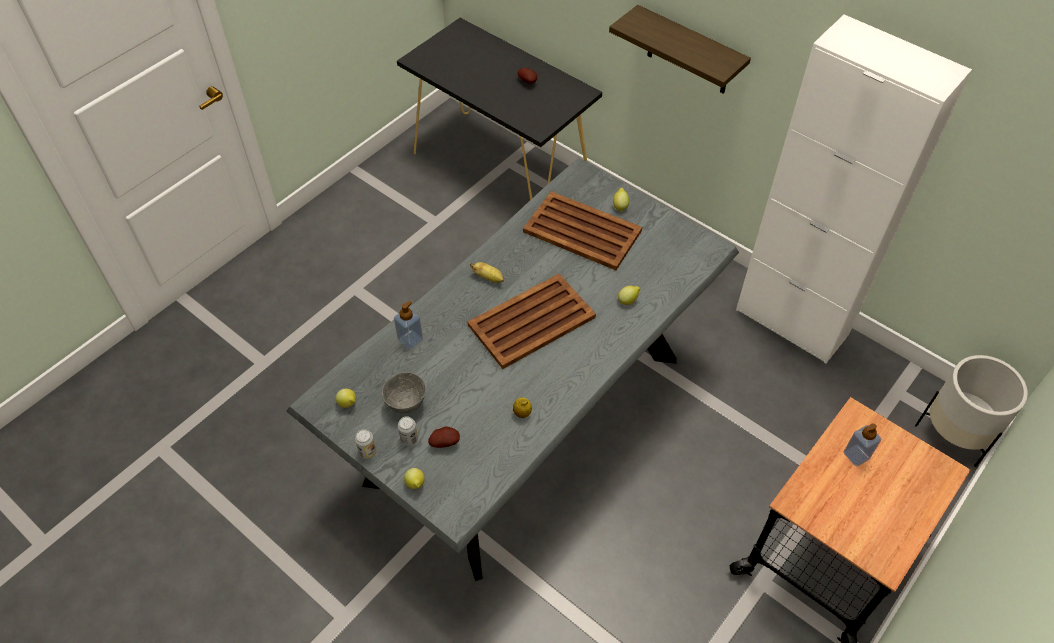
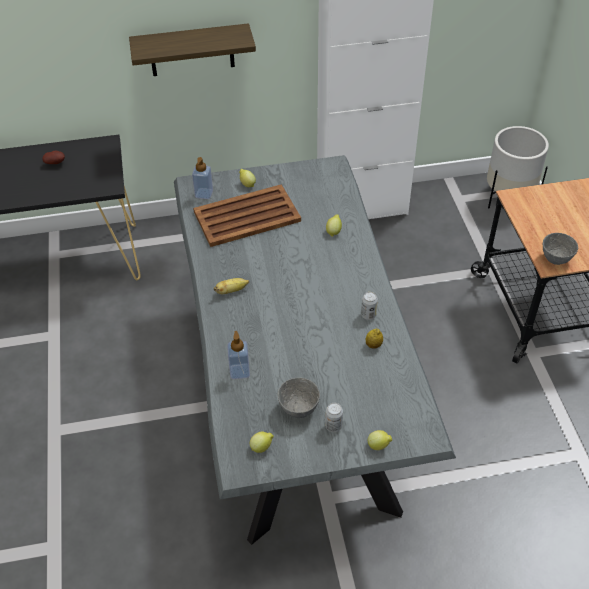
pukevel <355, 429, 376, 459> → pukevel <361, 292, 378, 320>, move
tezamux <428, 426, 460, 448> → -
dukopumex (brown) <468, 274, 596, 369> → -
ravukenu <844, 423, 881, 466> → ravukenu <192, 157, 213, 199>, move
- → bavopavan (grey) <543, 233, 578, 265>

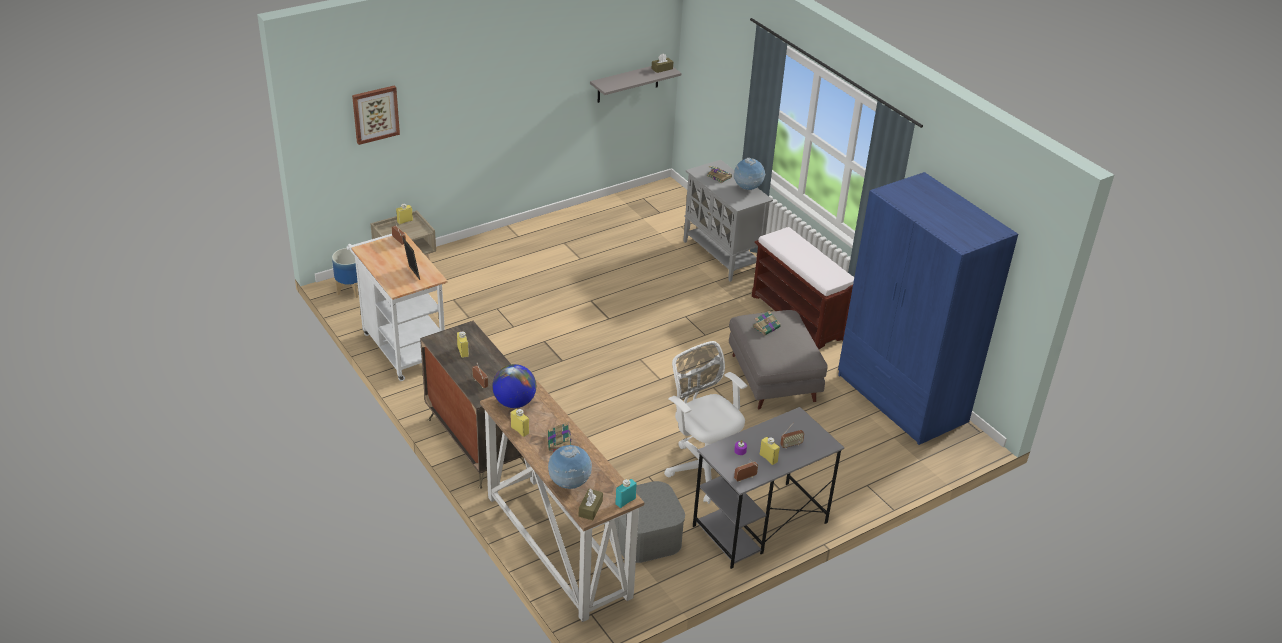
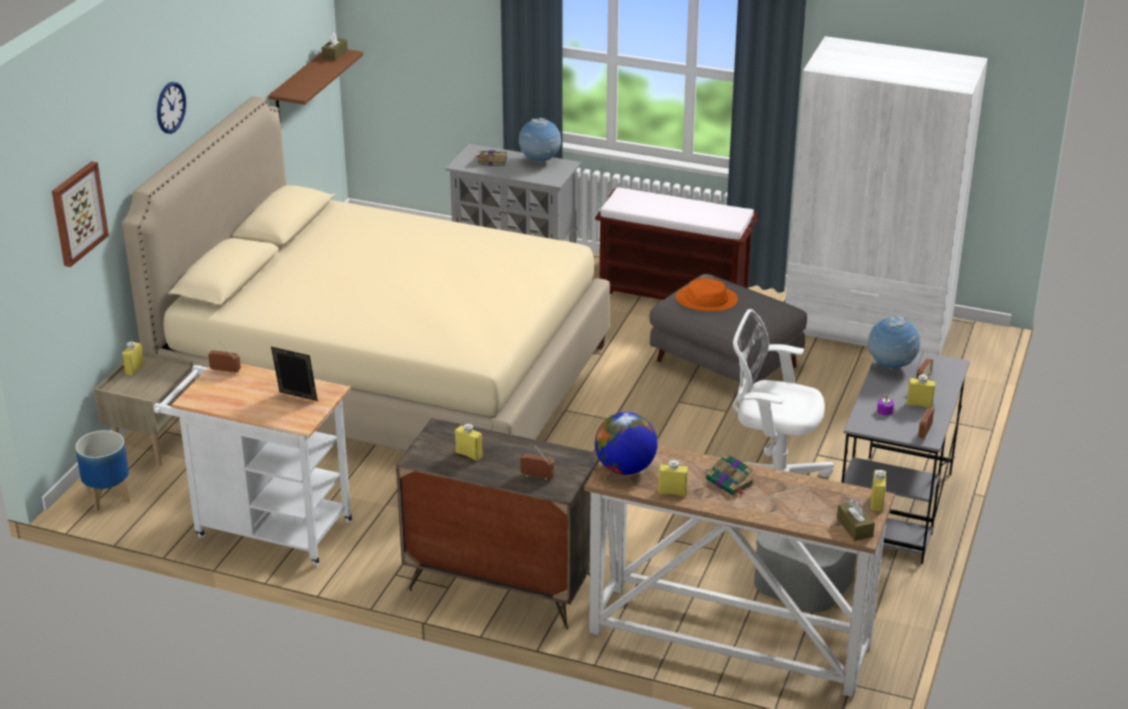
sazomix <548, 445, 592, 489> → sazomix <867, 315, 920, 369>, move
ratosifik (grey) <590, 66, 682, 103> → ratosifik (brown) <268, 49, 363, 123>
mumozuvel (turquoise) <615, 479, 637, 508> → mumozuvel (yellow) <871, 470, 886, 511>
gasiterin <752, 310, 781, 336> → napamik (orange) <676, 278, 738, 311>
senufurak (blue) <838, 172, 1018, 445> → senufurak (white) <785, 36, 988, 355>
- → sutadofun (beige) <122, 96, 610, 451>
- → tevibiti <157, 82, 186, 134>

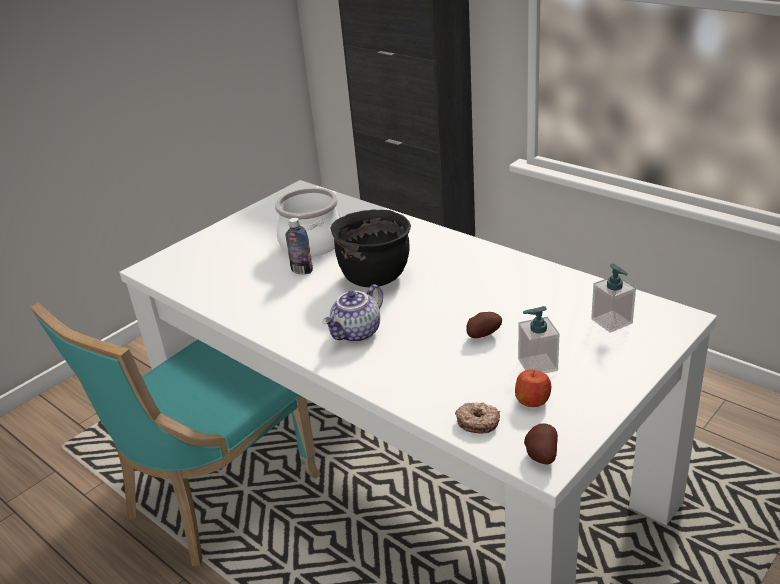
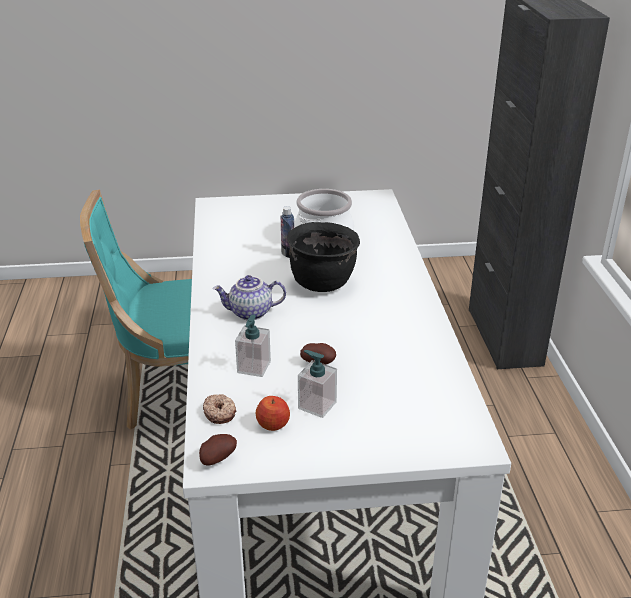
ravukenu <591, 264, 636, 333> → ravukenu <235, 314, 271, 377>, move

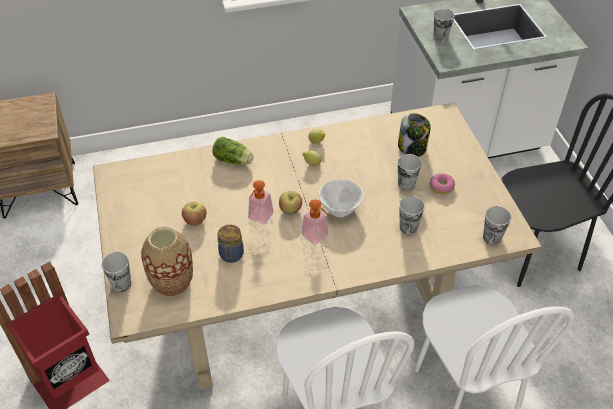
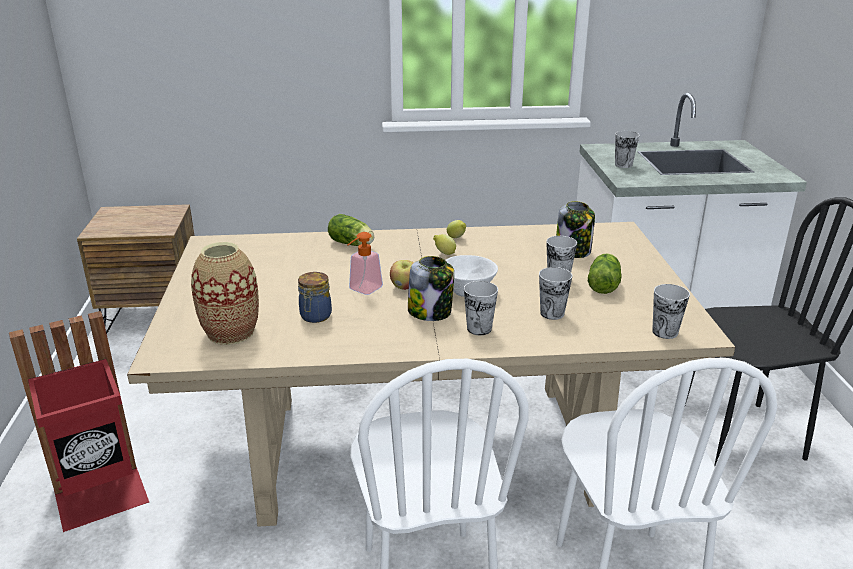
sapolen <101, 252, 131, 292> → sapolen <464, 281, 498, 335>, move
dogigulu <182, 202, 207, 226> → -
ravukenu <301, 199, 330, 245> → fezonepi <408, 256, 454, 321>
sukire <430, 173, 455, 194> → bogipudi <588, 253, 622, 294>

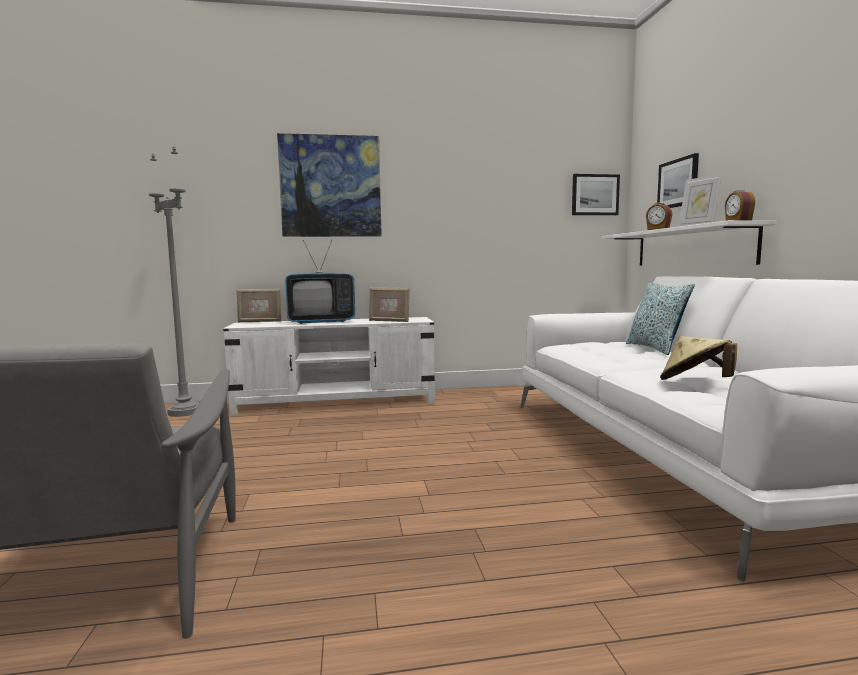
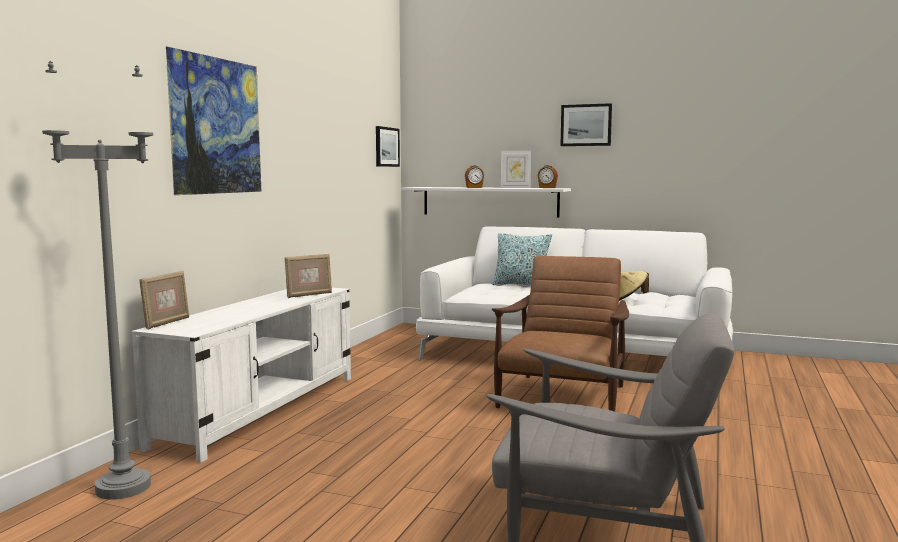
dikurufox <285, 240, 355, 324> → -
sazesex <657, 153, 699, 208> → sazesex <560, 103, 612, 146>, move
- → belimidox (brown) <492, 256, 629, 412>

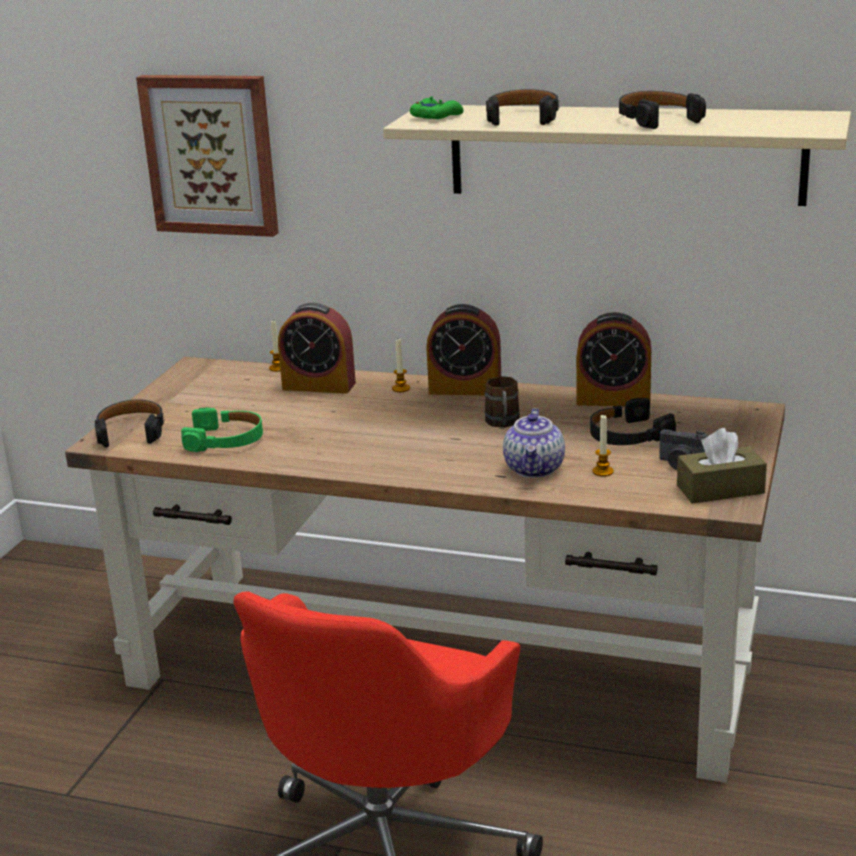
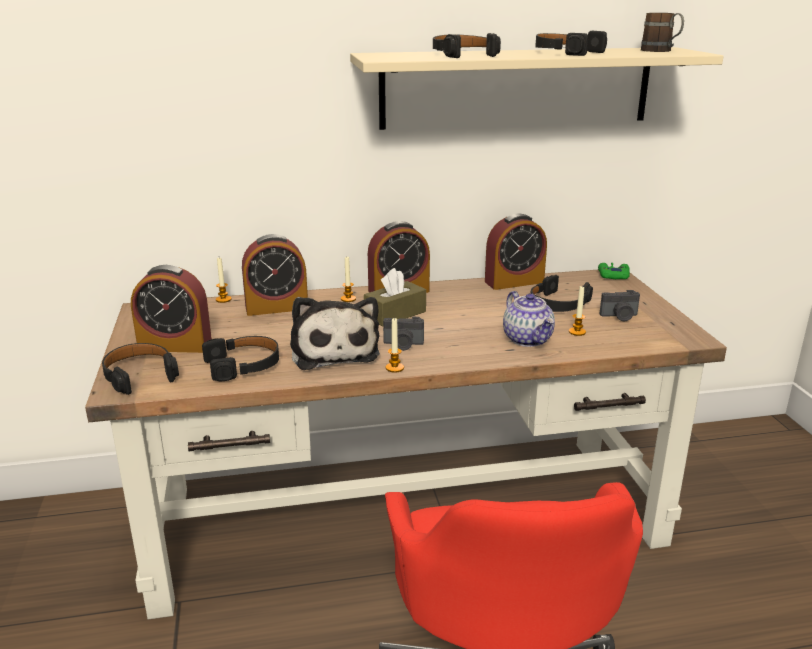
sazesex <136, 75, 279, 237> → -
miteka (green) <181, 407, 263, 452> → miteka (black) <202, 336, 279, 381>
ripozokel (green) <410, 97, 463, 119> → ripozokel (green) <598, 263, 630, 279>, move
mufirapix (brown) <485, 376, 520, 428> → mufirapix (brown) <641, 13, 684, 52>, move
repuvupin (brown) <677, 428, 767, 504> → repuvupin (brown) <364, 268, 426, 326>, move
- → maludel <131, 265, 212, 353>
- → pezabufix <290, 297, 380, 370>
- → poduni <383, 316, 424, 351>
- → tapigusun <386, 317, 404, 373>

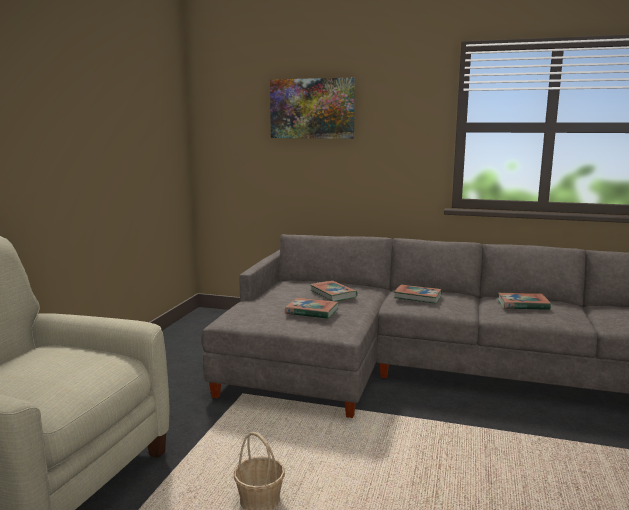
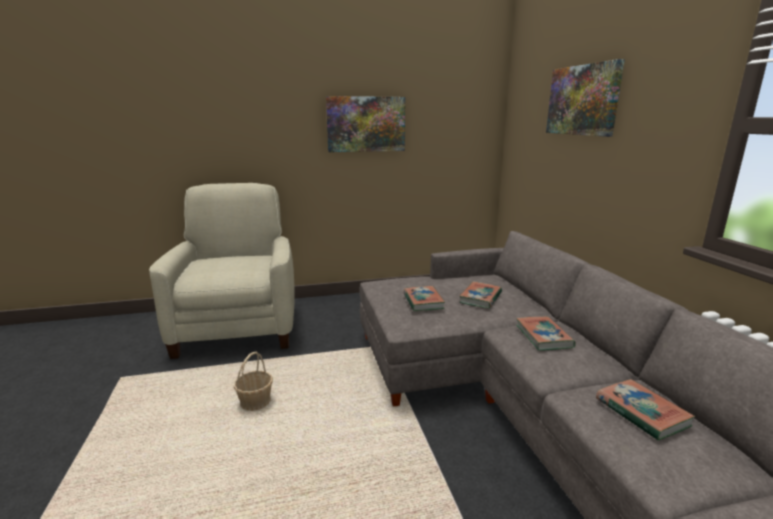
- → sazesex <326, 96, 405, 152>

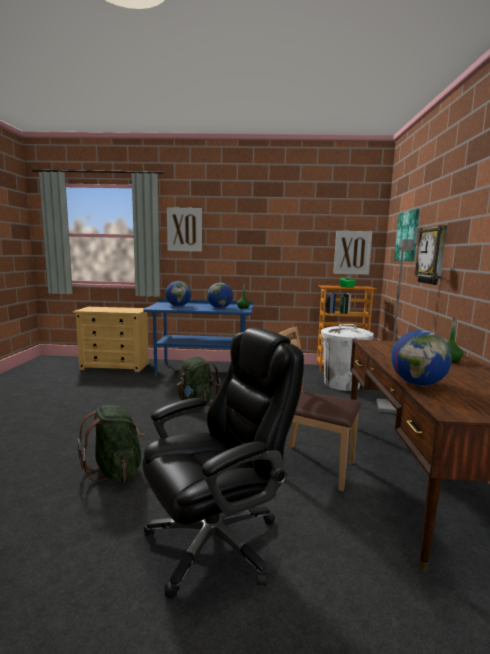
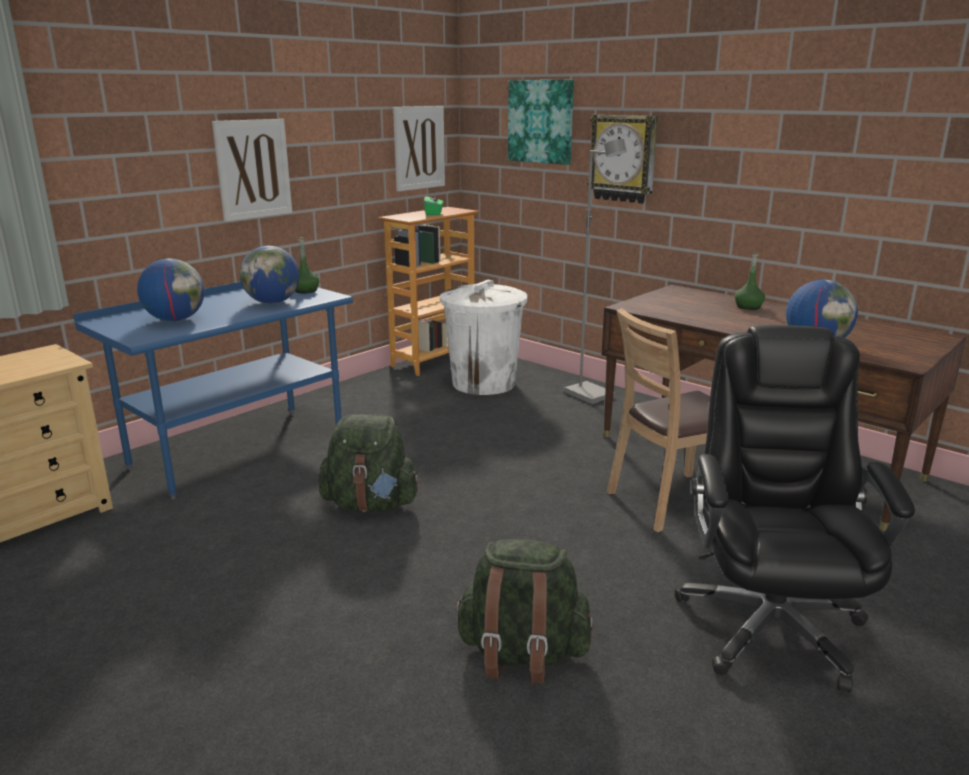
sazesex <167, 207, 202, 252> → sazesex <212, 119, 292, 222>, move

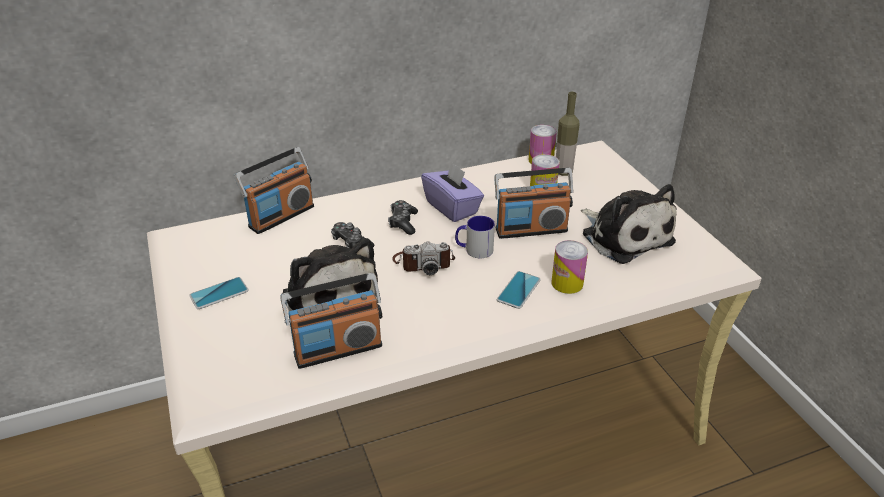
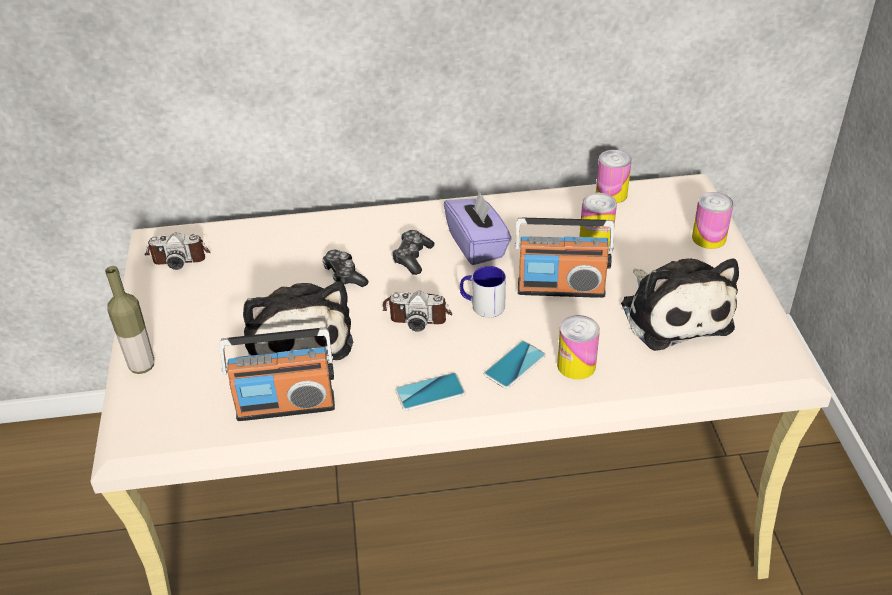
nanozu <189, 277, 249, 309> → nanozu <395, 373, 466, 411>, move
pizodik <234, 147, 314, 234> → -
mumozuvel <556, 92, 580, 176> → mumozuvel <105, 266, 154, 374>, move
- → poduni <144, 232, 211, 270>
- → pukevel <692, 192, 733, 249>

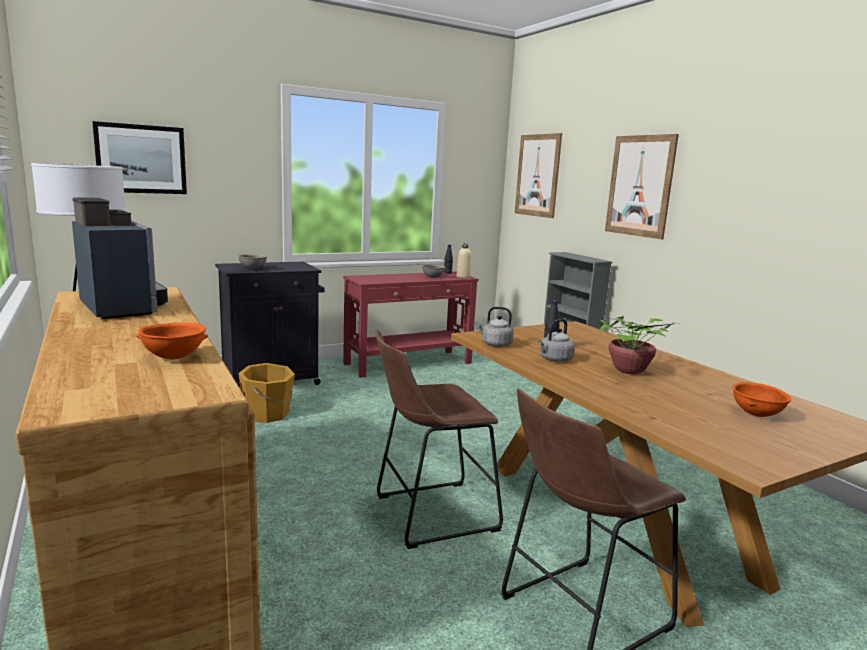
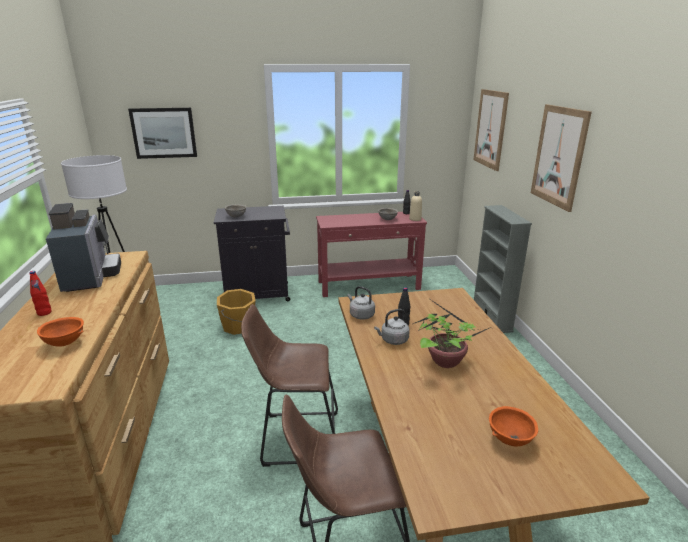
- → mumozuvel (red) <29, 271, 51, 316>

